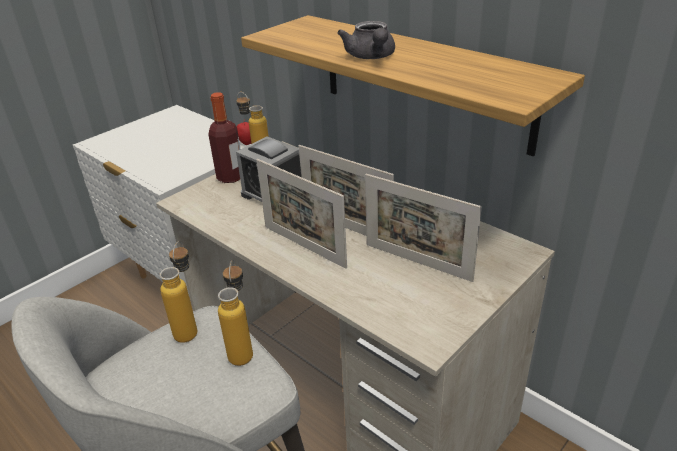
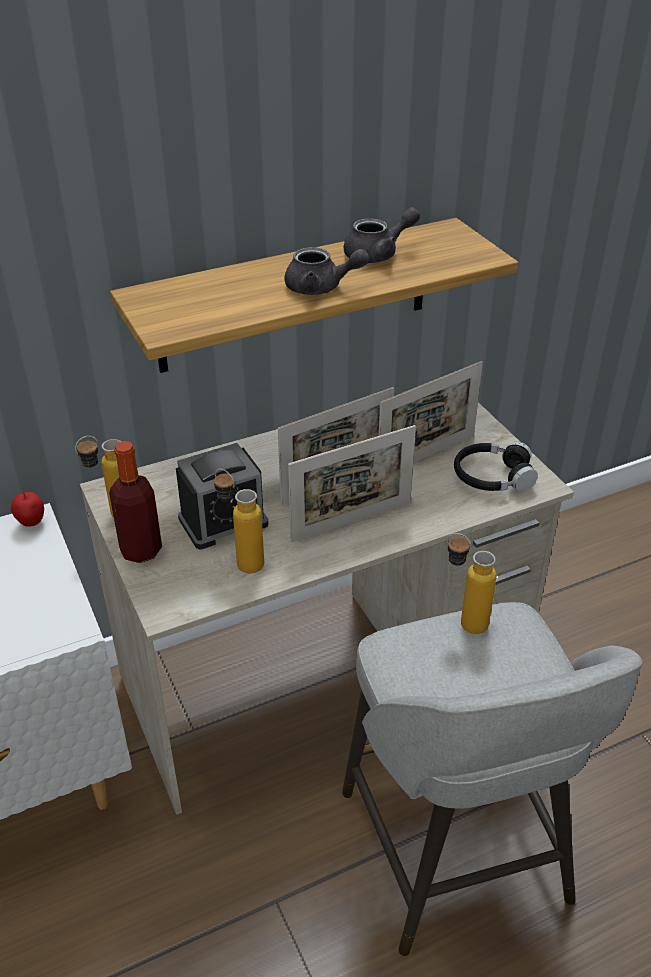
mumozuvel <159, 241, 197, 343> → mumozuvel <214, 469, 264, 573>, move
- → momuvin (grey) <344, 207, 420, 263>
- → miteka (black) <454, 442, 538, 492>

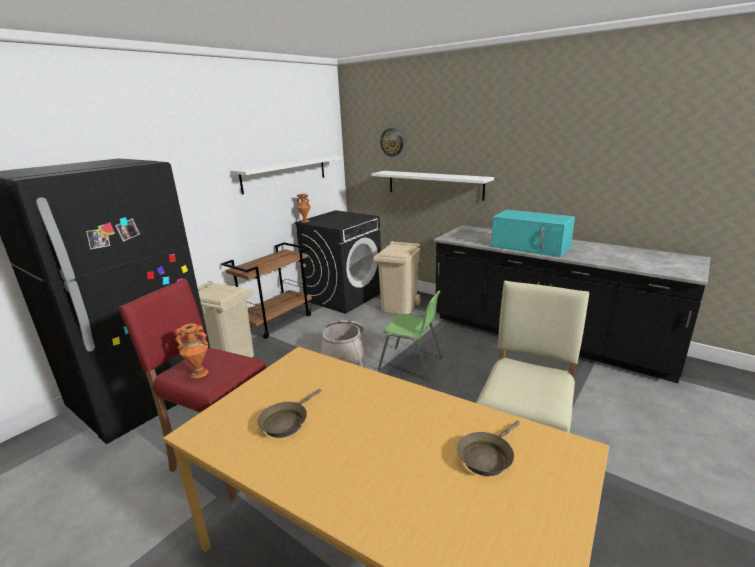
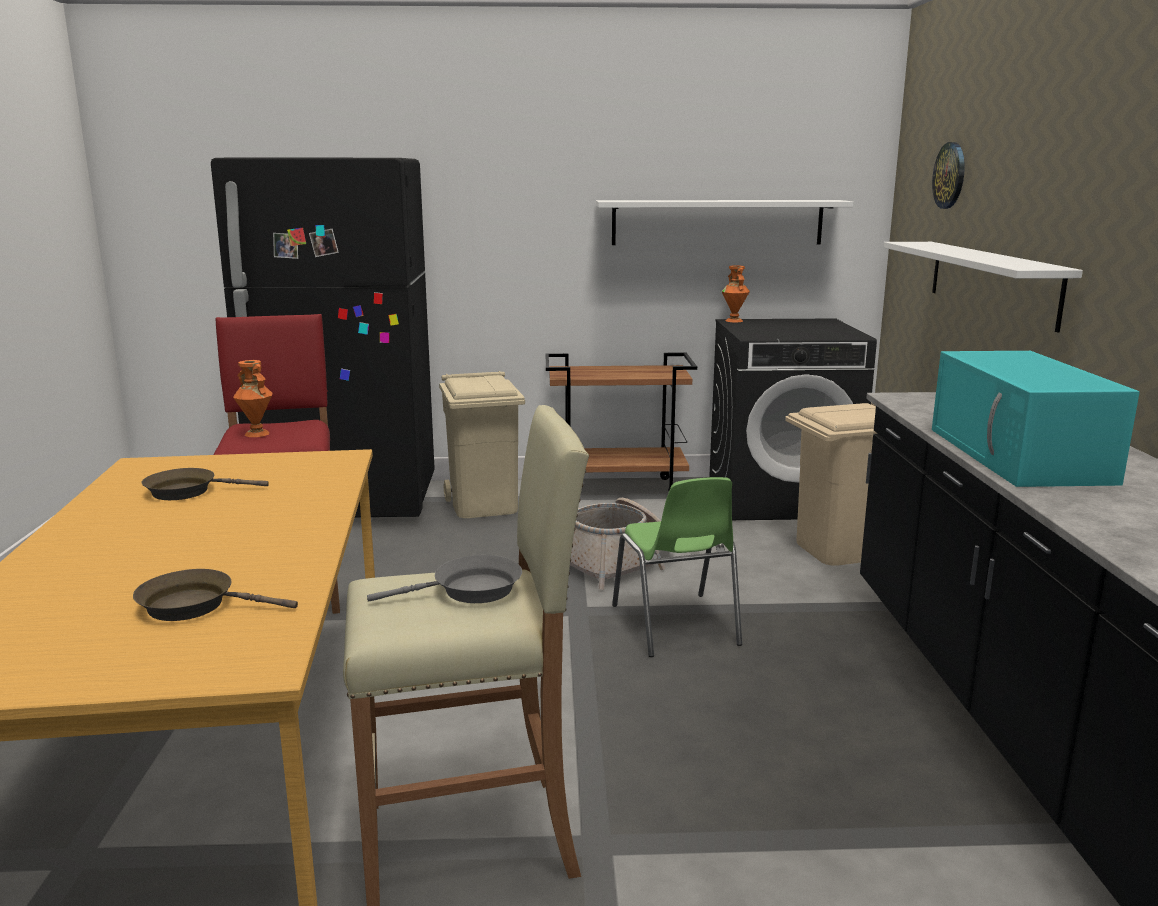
- → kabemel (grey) <367, 555, 522, 603>

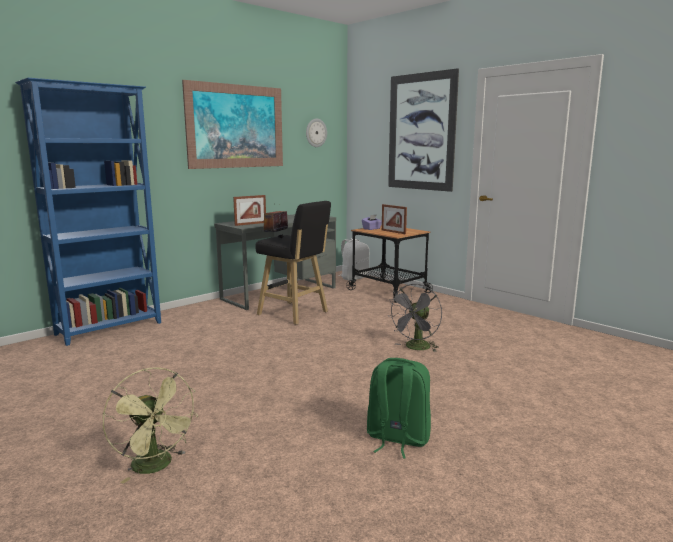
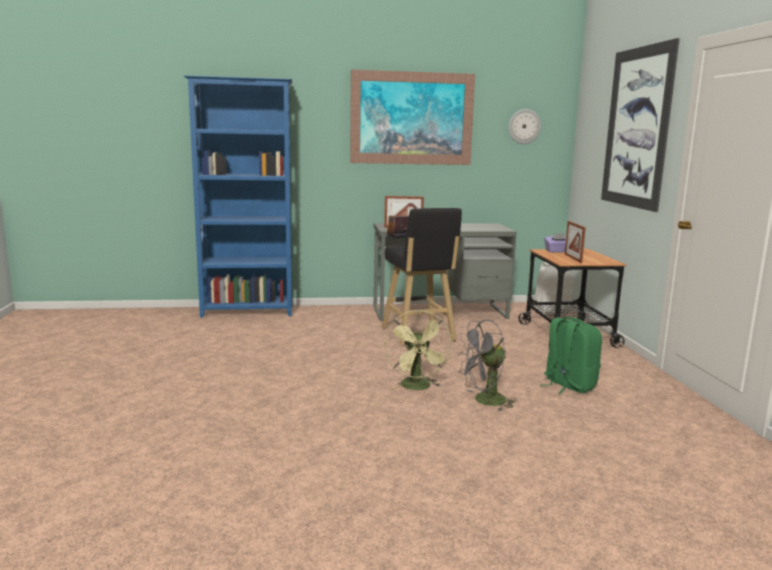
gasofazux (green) <102, 368, 199, 484> → gasofazux (green) <384, 310, 452, 390>, move
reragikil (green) <367, 358, 431, 459> → reragikil (green) <540, 317, 602, 394>, move

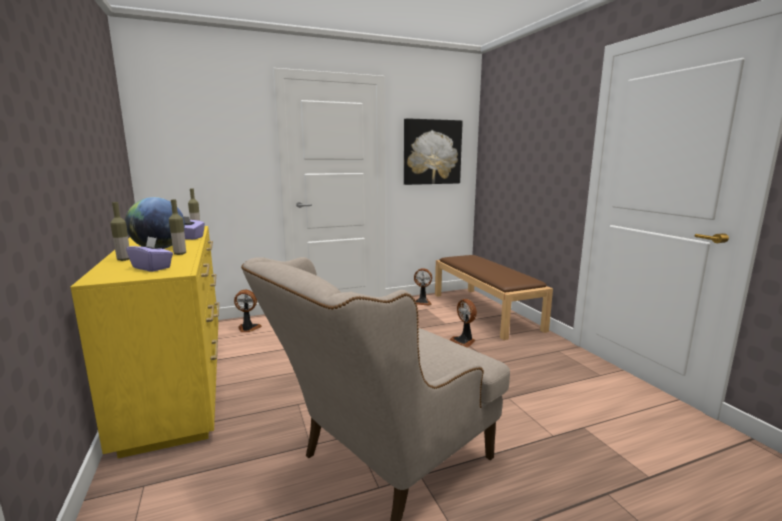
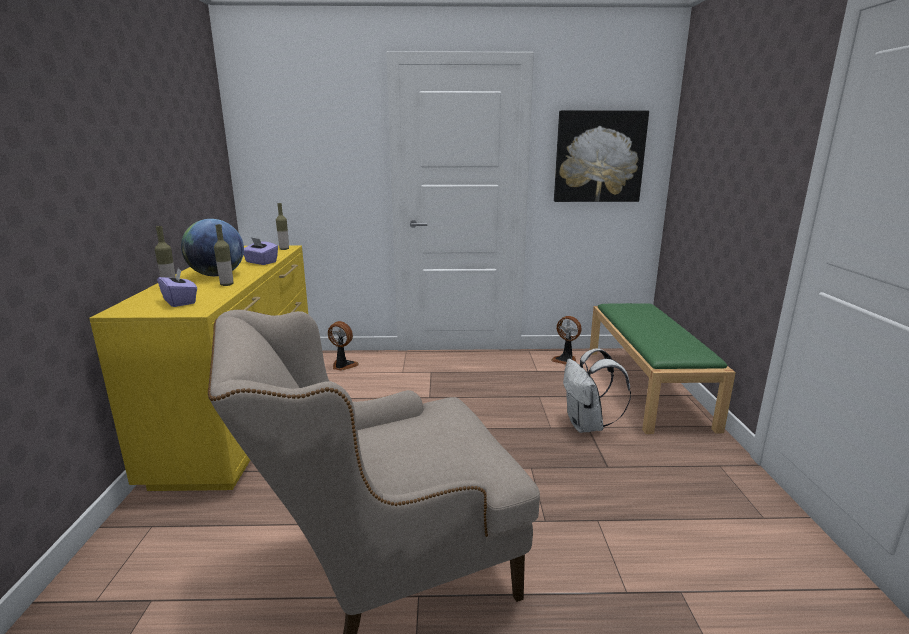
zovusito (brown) <435, 255, 553, 340> → zovusito (green) <590, 303, 736, 434>
gasofazux <449, 299, 477, 347> → reragikil (white) <563, 348, 631, 433>

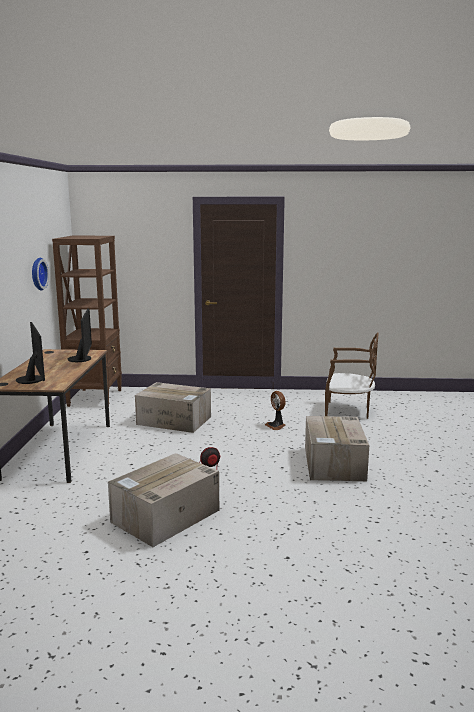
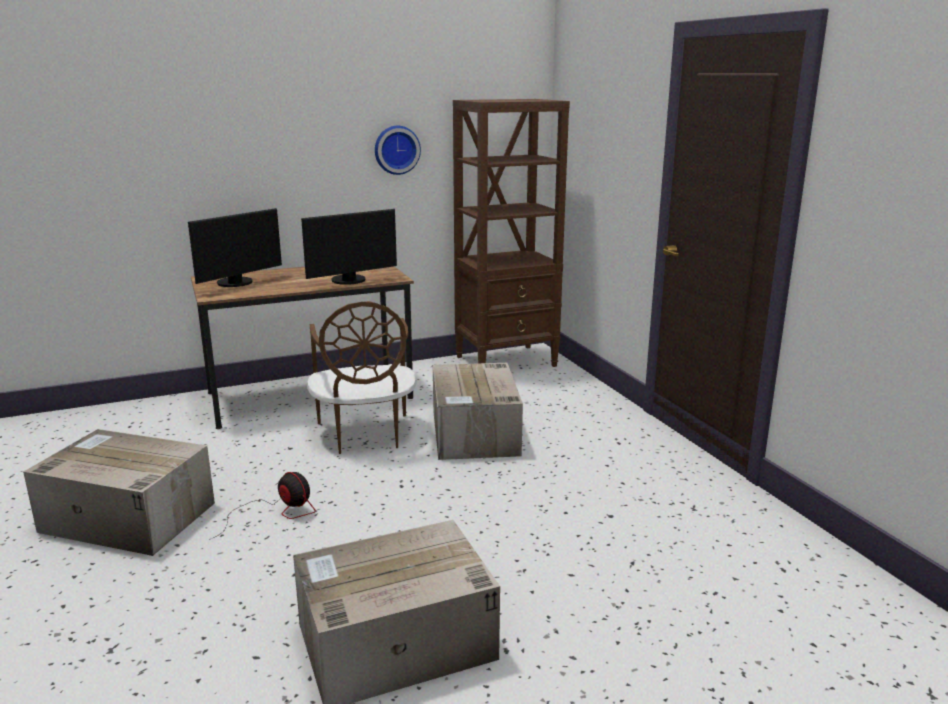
gasofazux <265, 391, 285, 430> → -
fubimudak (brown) <325, 332, 378, 419> → fubimudak (brown) <307, 301, 417, 454>, move

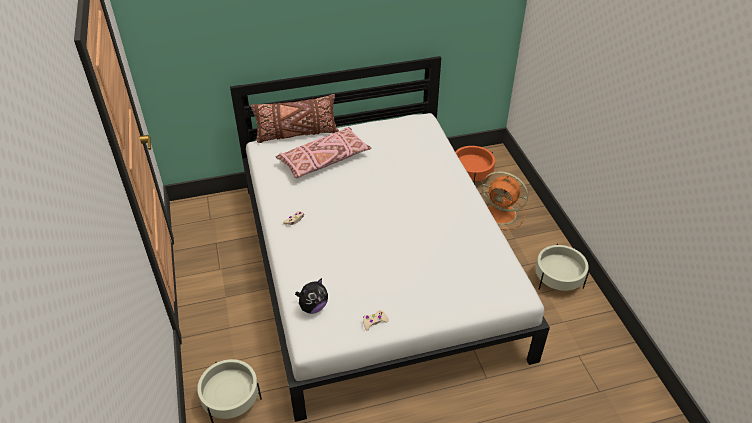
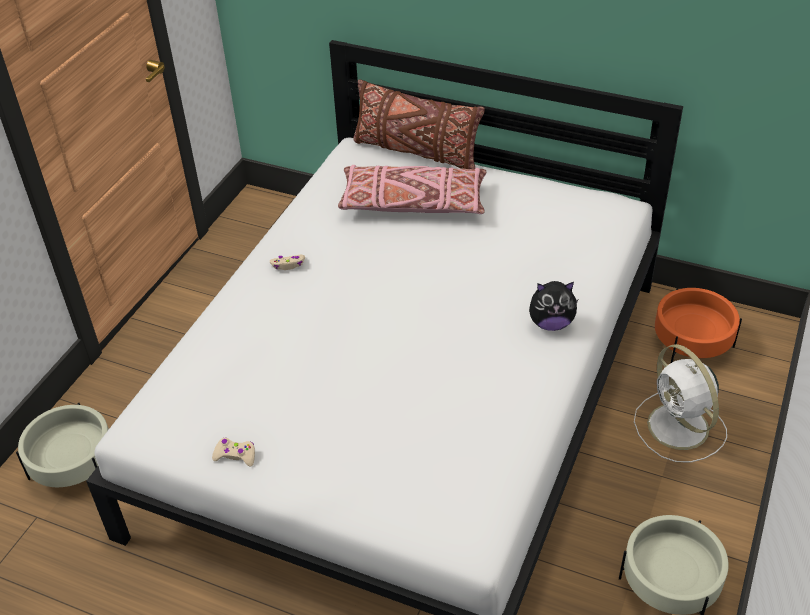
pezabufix <295, 278, 328, 314> → pezabufix <529, 281, 578, 331>, move
gasofazux (orange) <481, 171, 528, 230> → gasofazux (white) <634, 344, 727, 463>

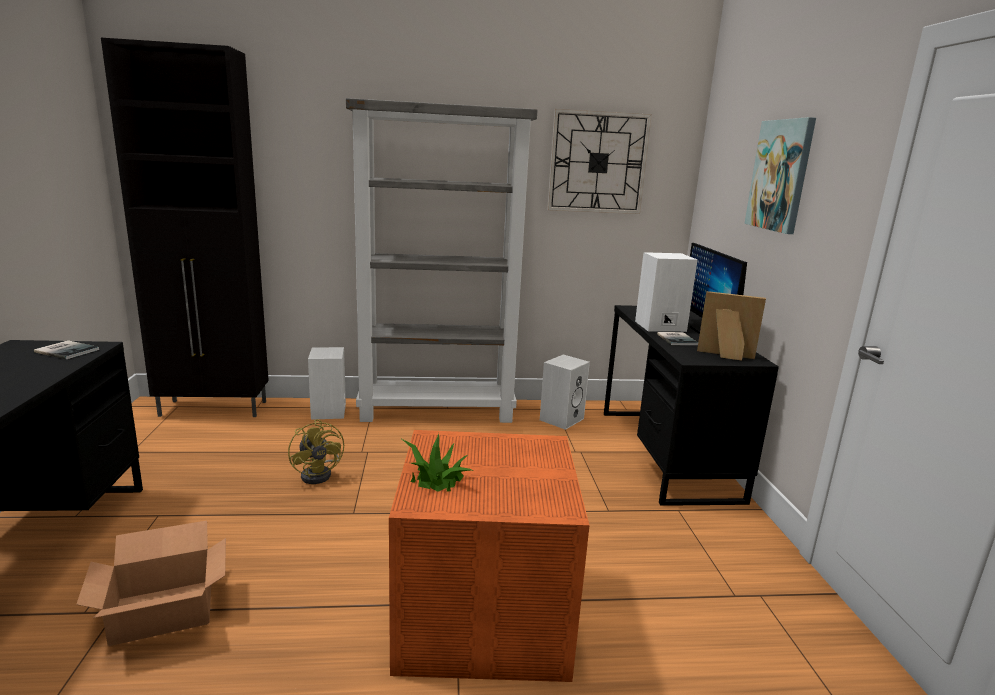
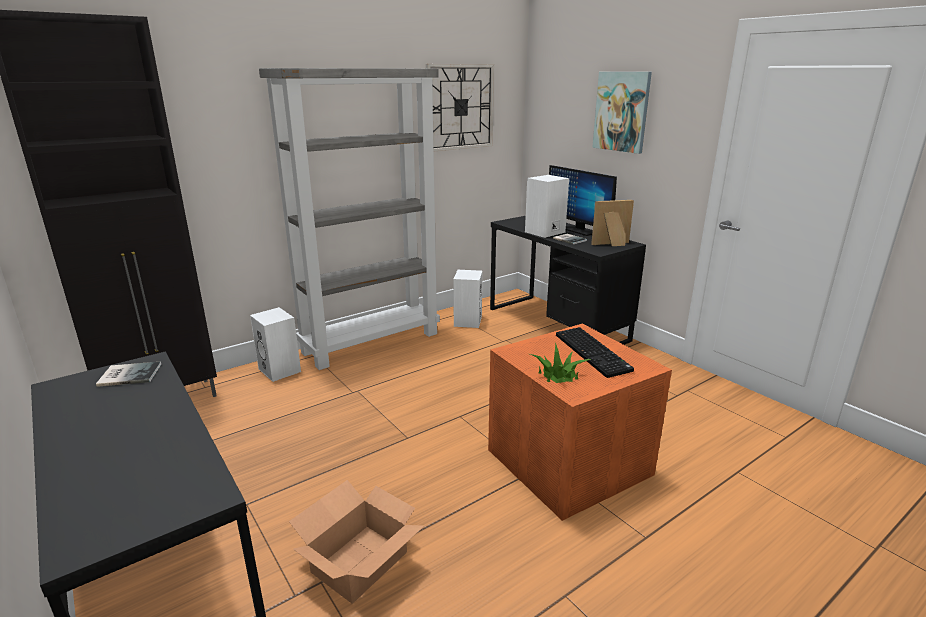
gasofazux (yellow) <288, 419, 344, 484> → -
- → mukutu <556, 327, 634, 378>

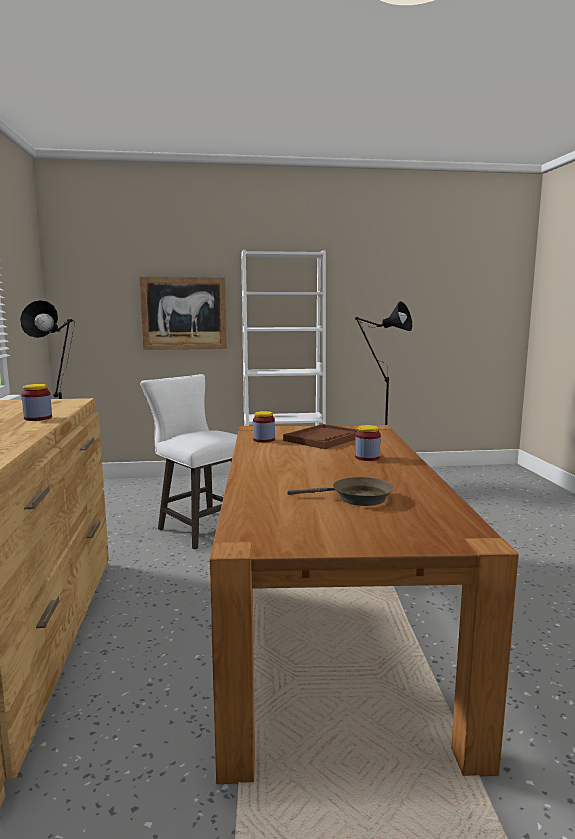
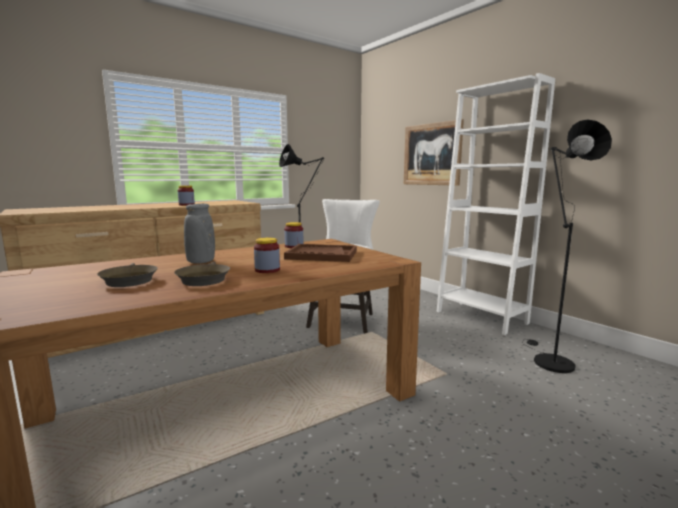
- → kabemel (brown) <174, 261, 230, 286>
- → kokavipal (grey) <184, 204, 215, 264>

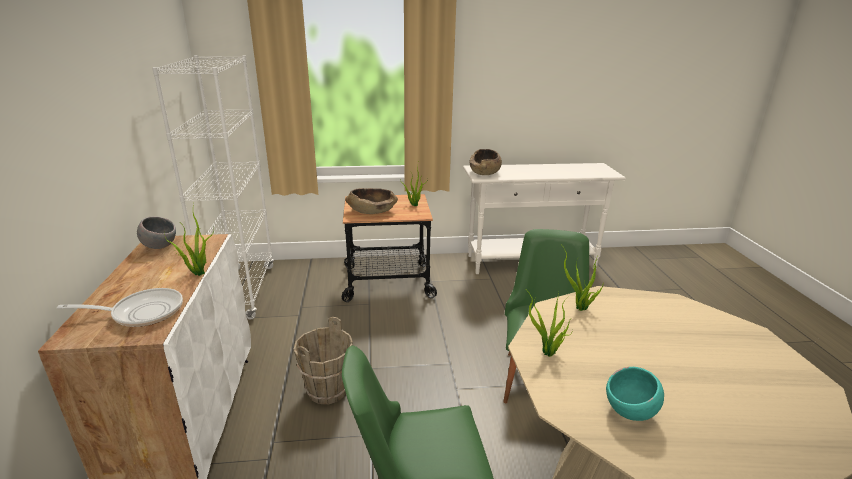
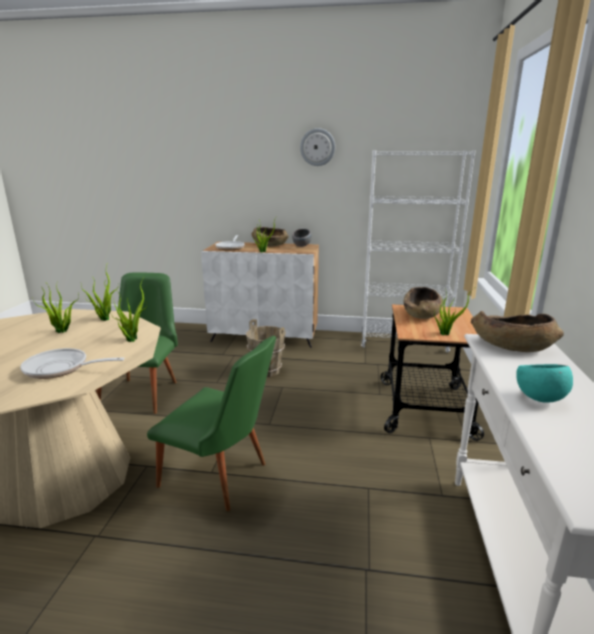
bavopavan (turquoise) <606, 367, 664, 421> → bavopavan (turquoise) <516, 364, 573, 402>, move
- → kabemel <20, 348, 125, 379>
- → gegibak <35, 280, 79, 333>
- → bavopavan (brown) <252, 227, 288, 246>
- → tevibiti <300, 128, 335, 166>

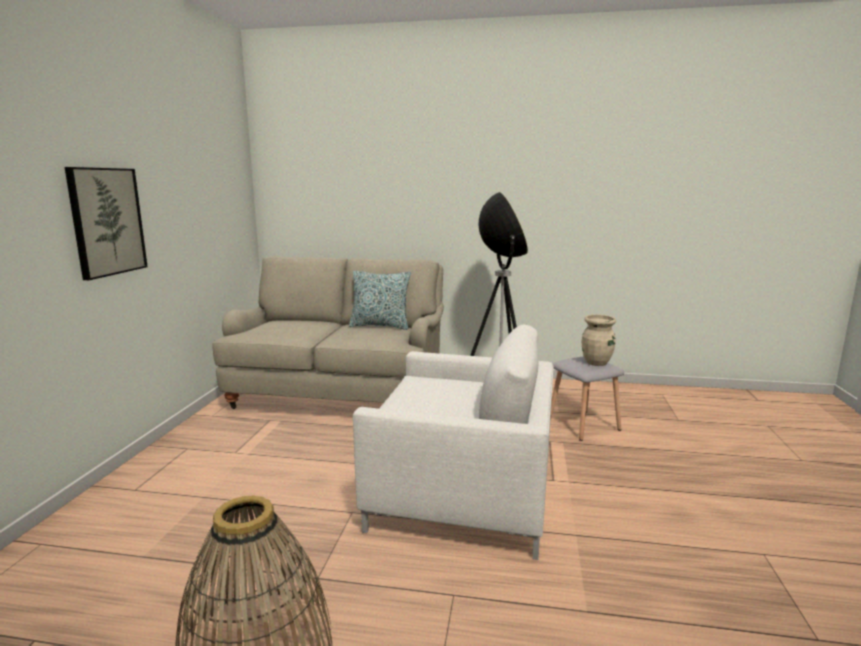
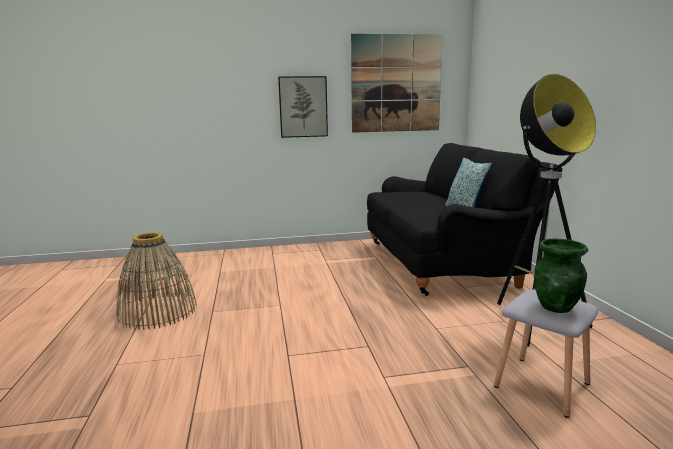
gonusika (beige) <212, 256, 444, 409> → gonusika (black) <367, 143, 563, 296>
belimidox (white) <353, 325, 554, 560> → -
kokavipal (beige) <582, 314, 616, 366> → kokavipal (green) <534, 239, 588, 313>
- → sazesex <351, 34, 443, 133>

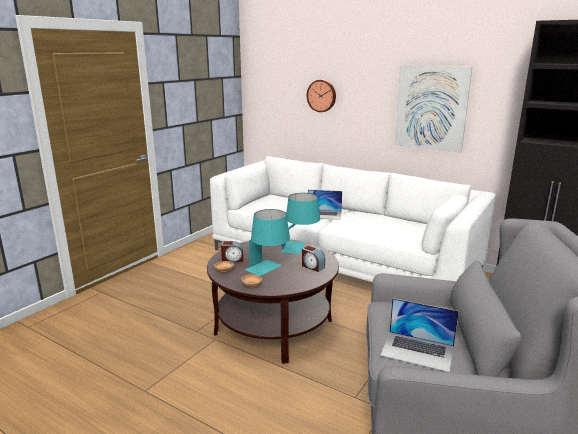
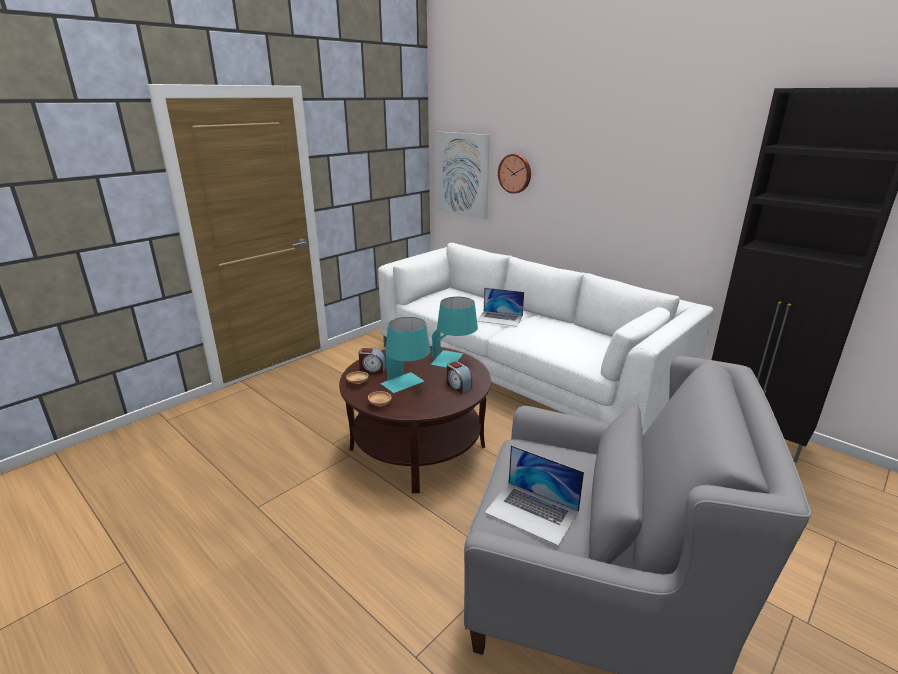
sazesex <394, 66, 472, 152> → sazesex <436, 132, 490, 220>, move

